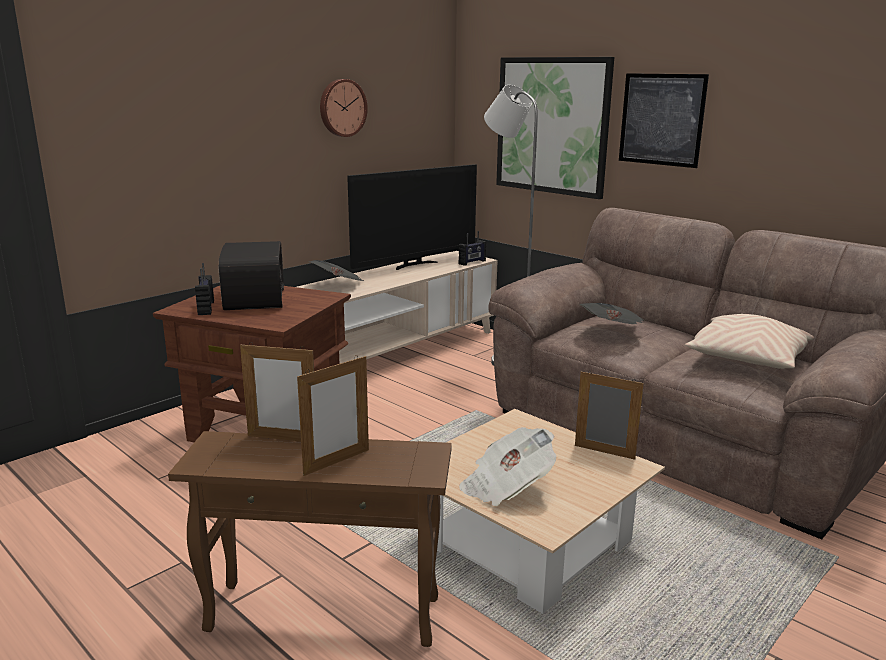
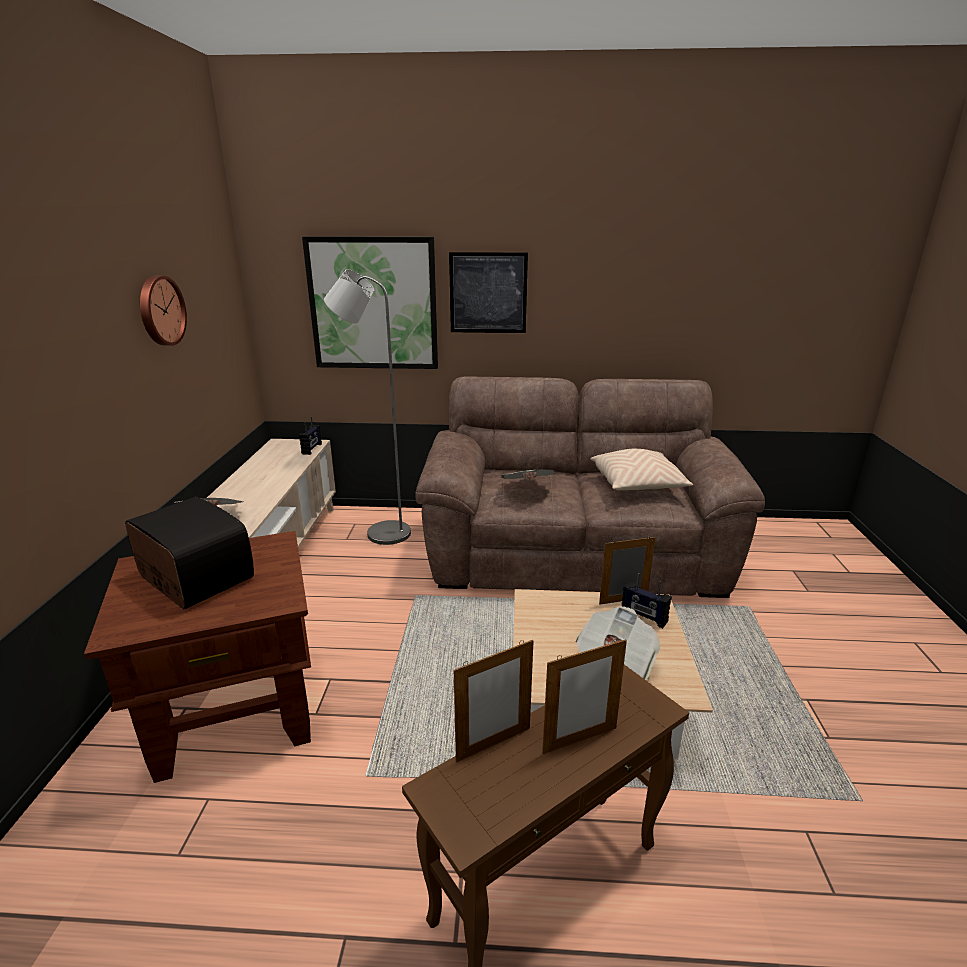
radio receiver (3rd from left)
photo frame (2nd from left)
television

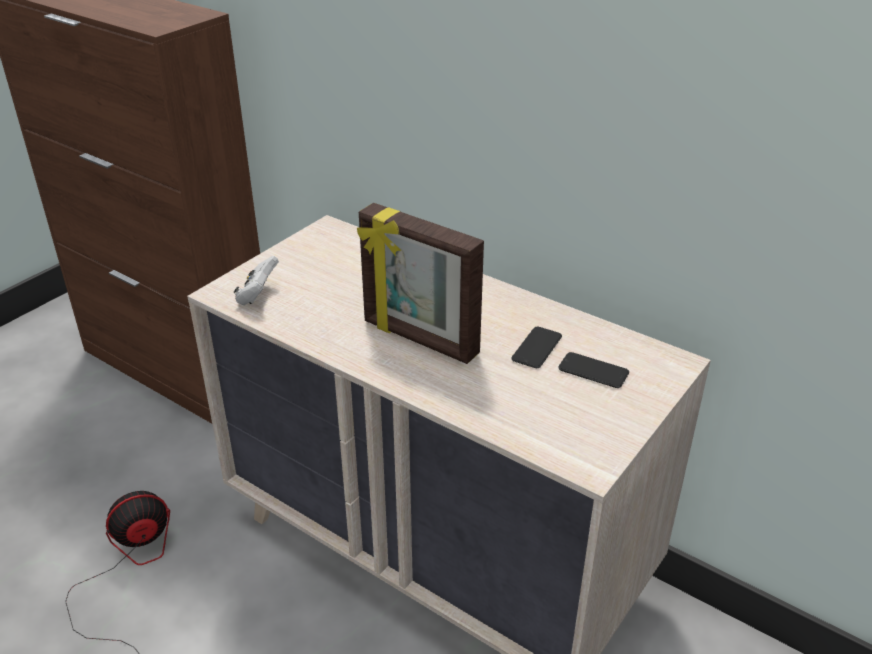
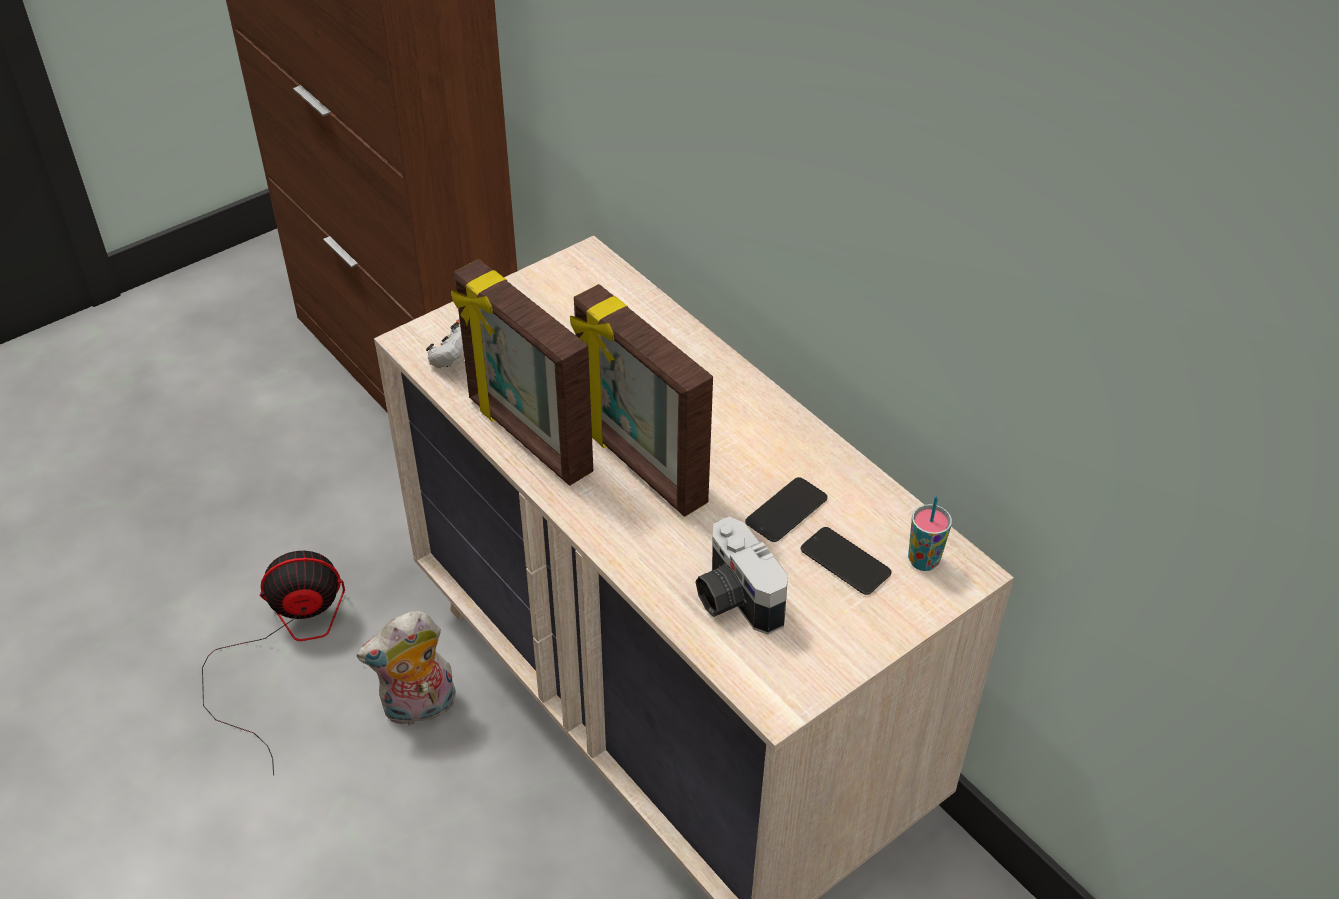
plush toy
photo frame (1st from left)
still camera
cup

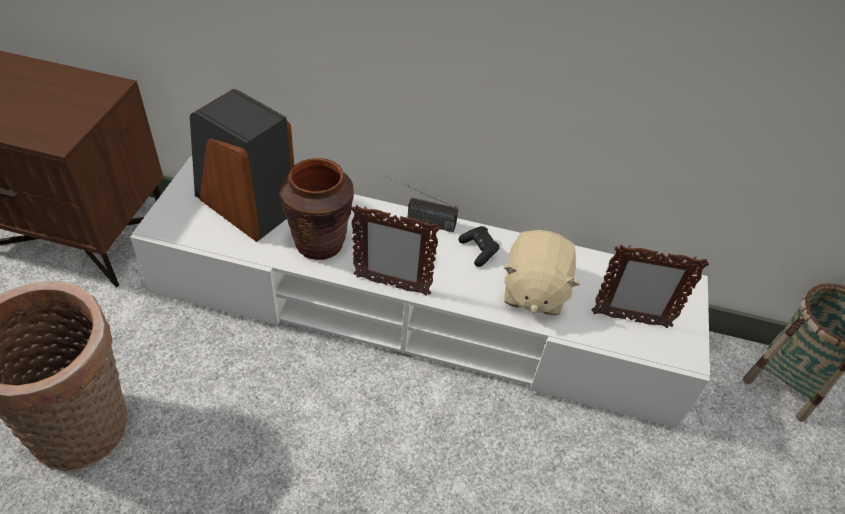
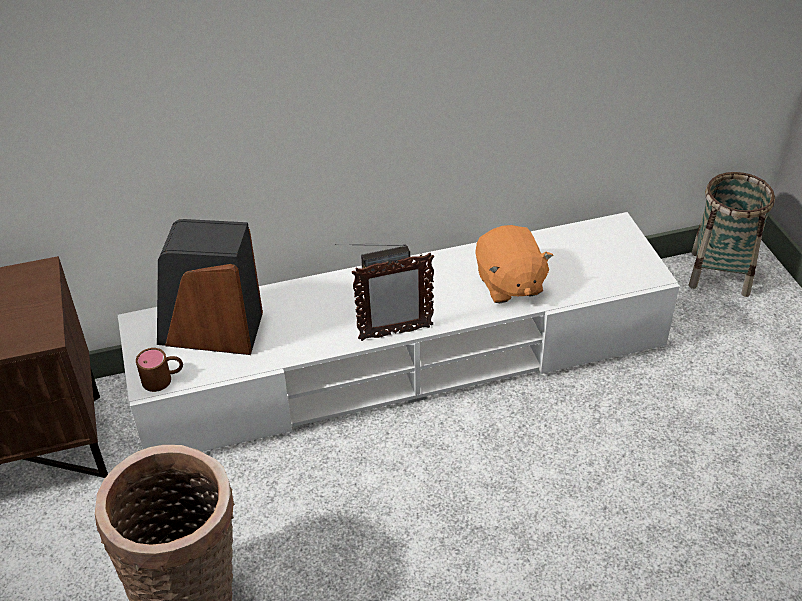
flower vase in brown-coloured
gamepad in blackish
plush toy in orange-coloured
photo frame (2nd from left in the first image)
coffee mug in brown-coloured

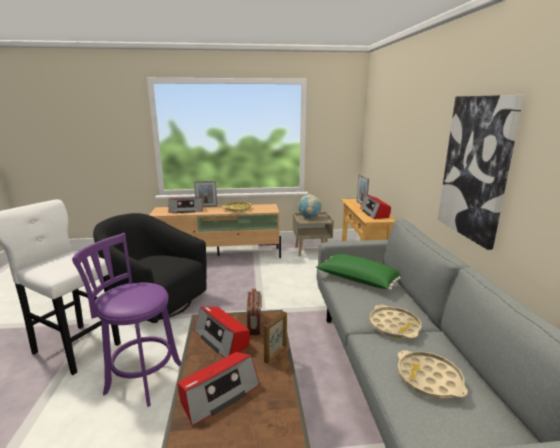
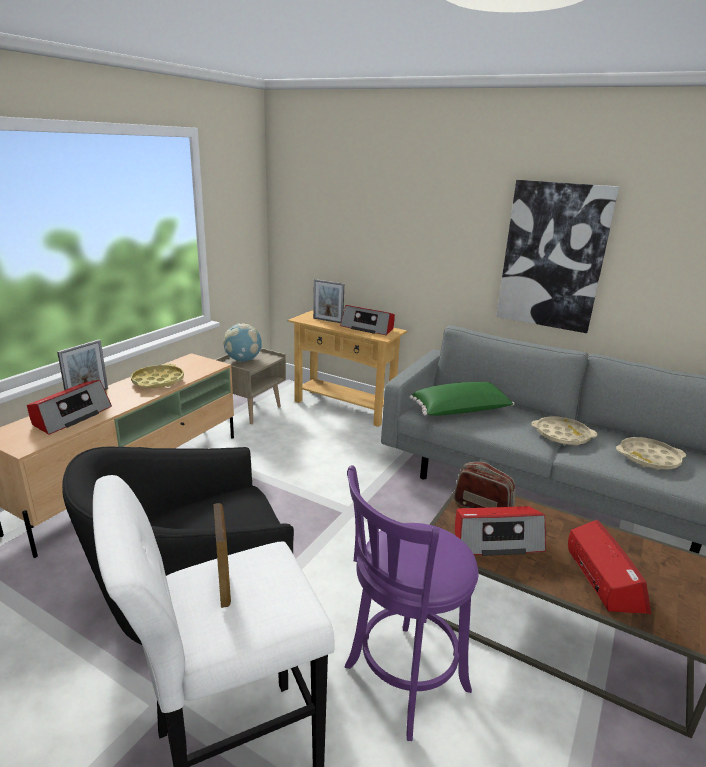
photo frame (2nd from left)

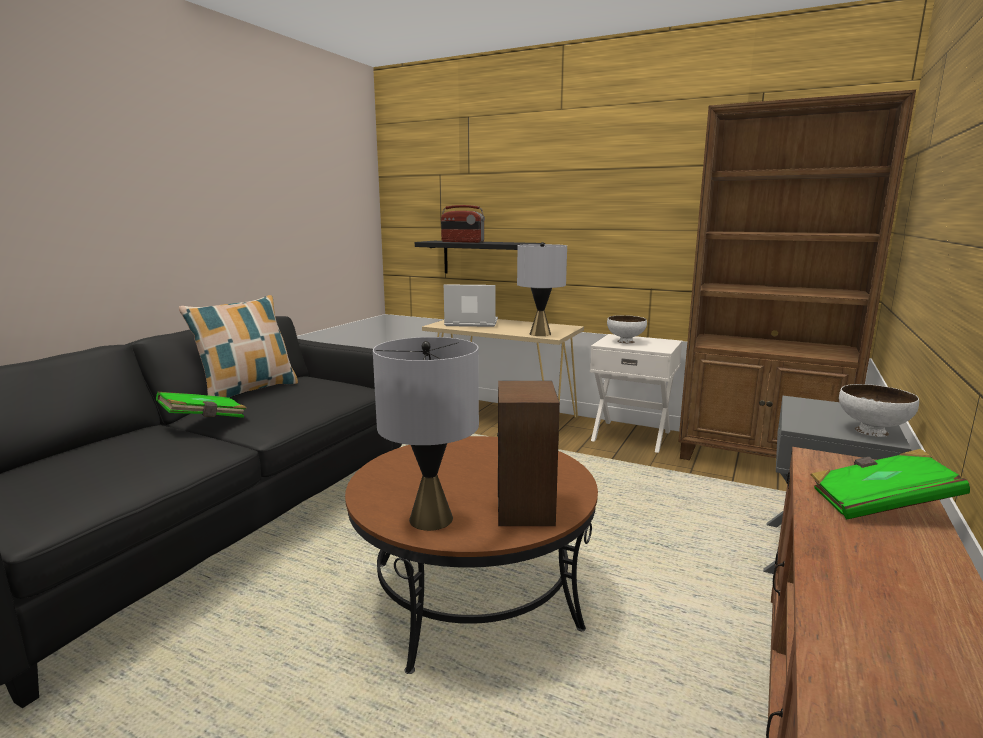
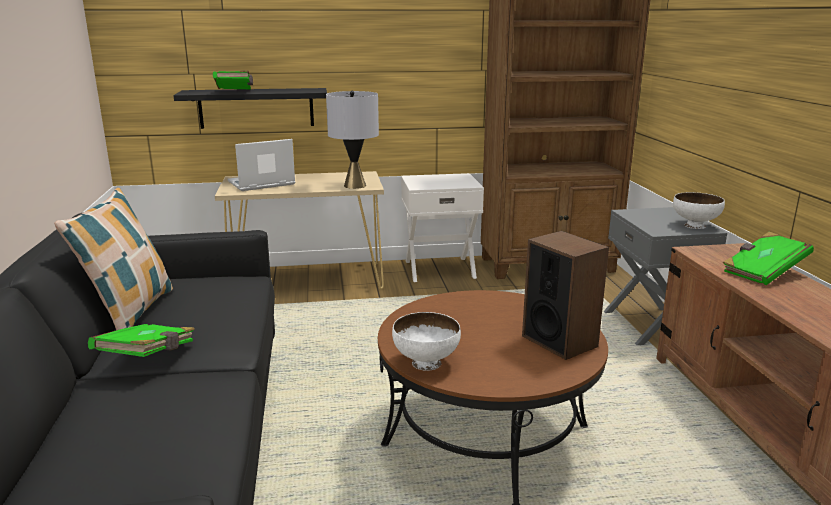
lamp for a table in greyish (1st from left in the first image)
book in green (2nd from left)
deep dish in white-coloured (1st from left)

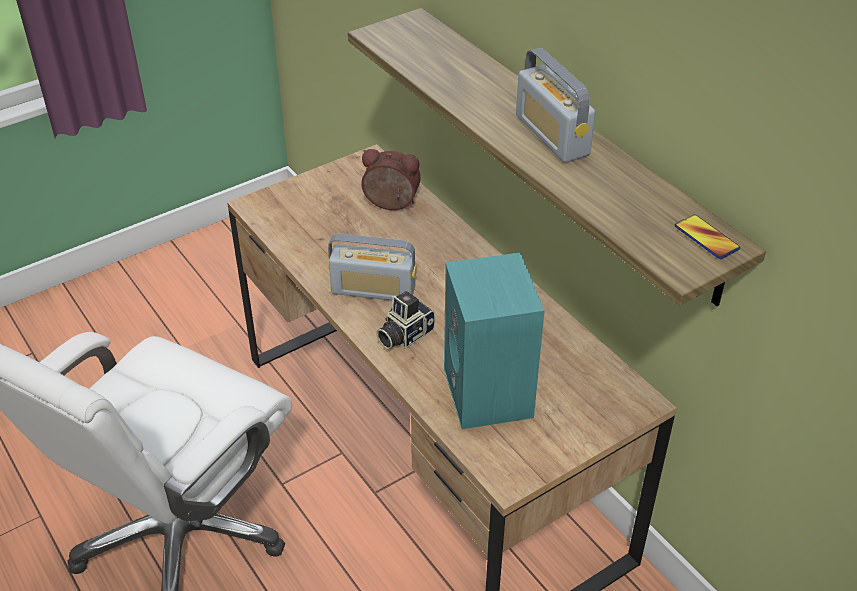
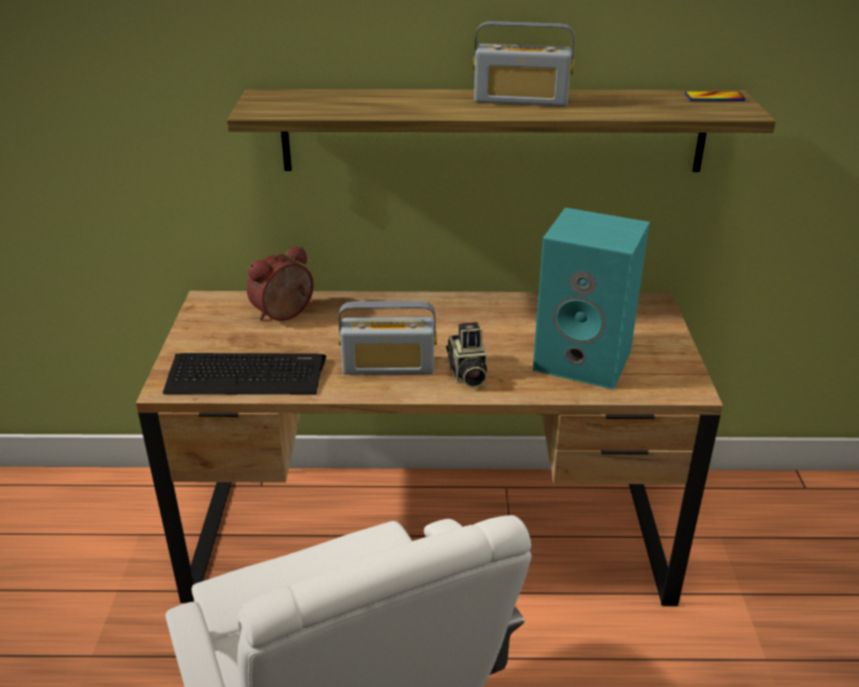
radio receiver (1st from left)
computer keyboard

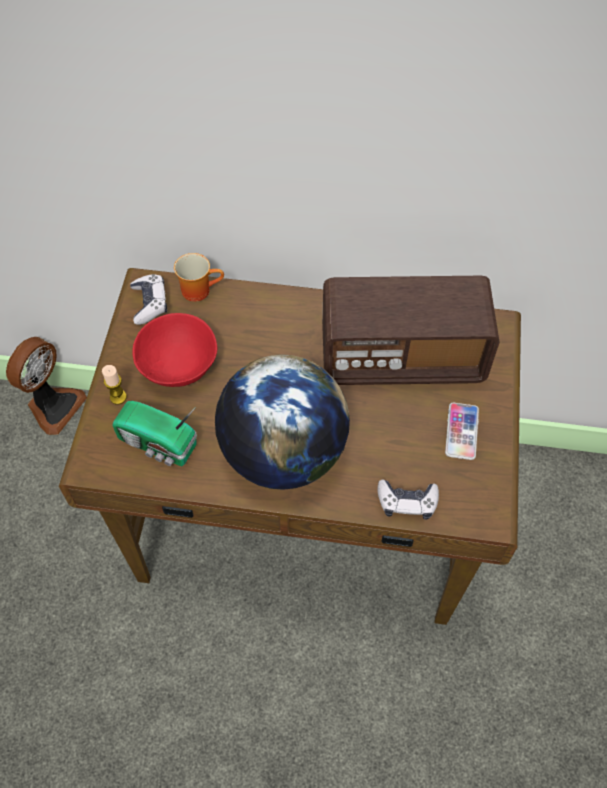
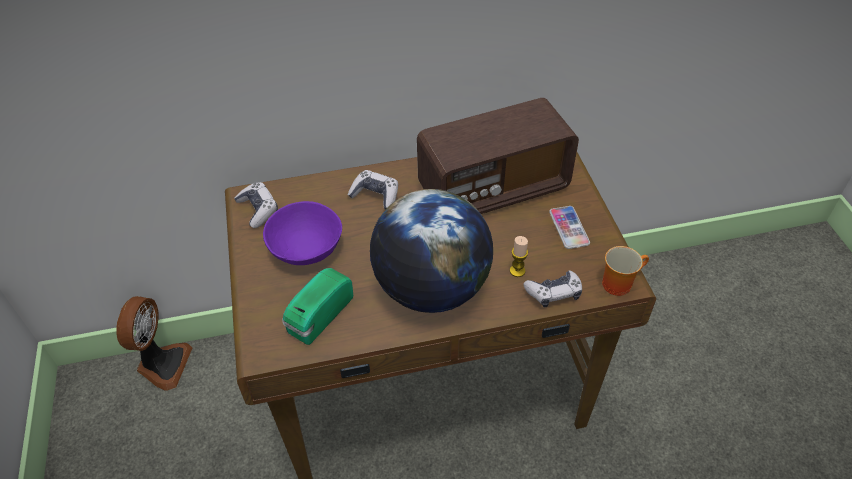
wax light
radio receiver (1st from left)
deep dish in purple
coffee mug
gamepad (2nd from left)

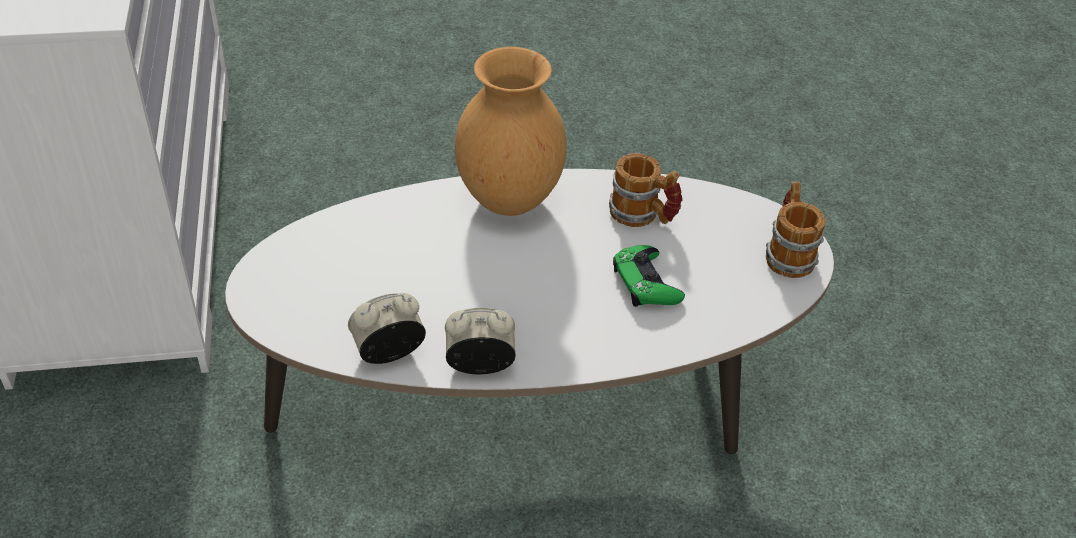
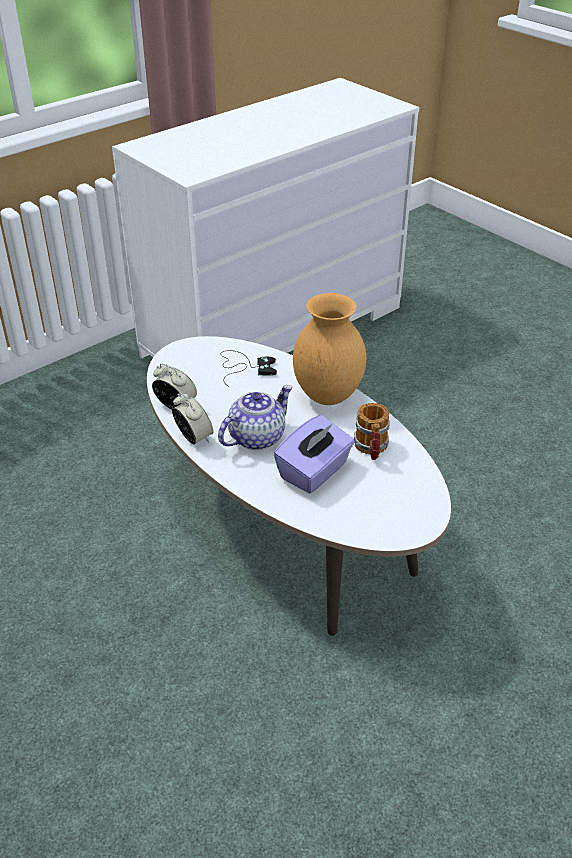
tissue box in purple
coffee mug (2nd from left in the first image)
tea pot
gamepad in blackish

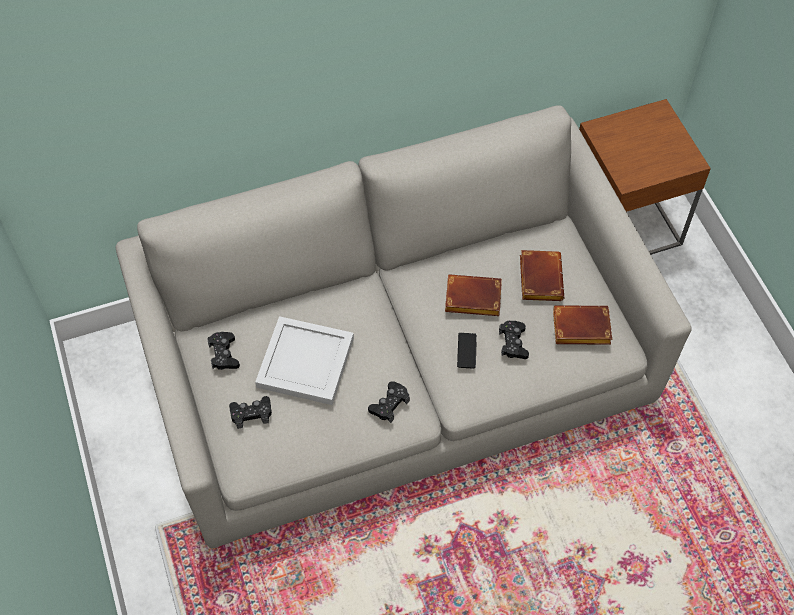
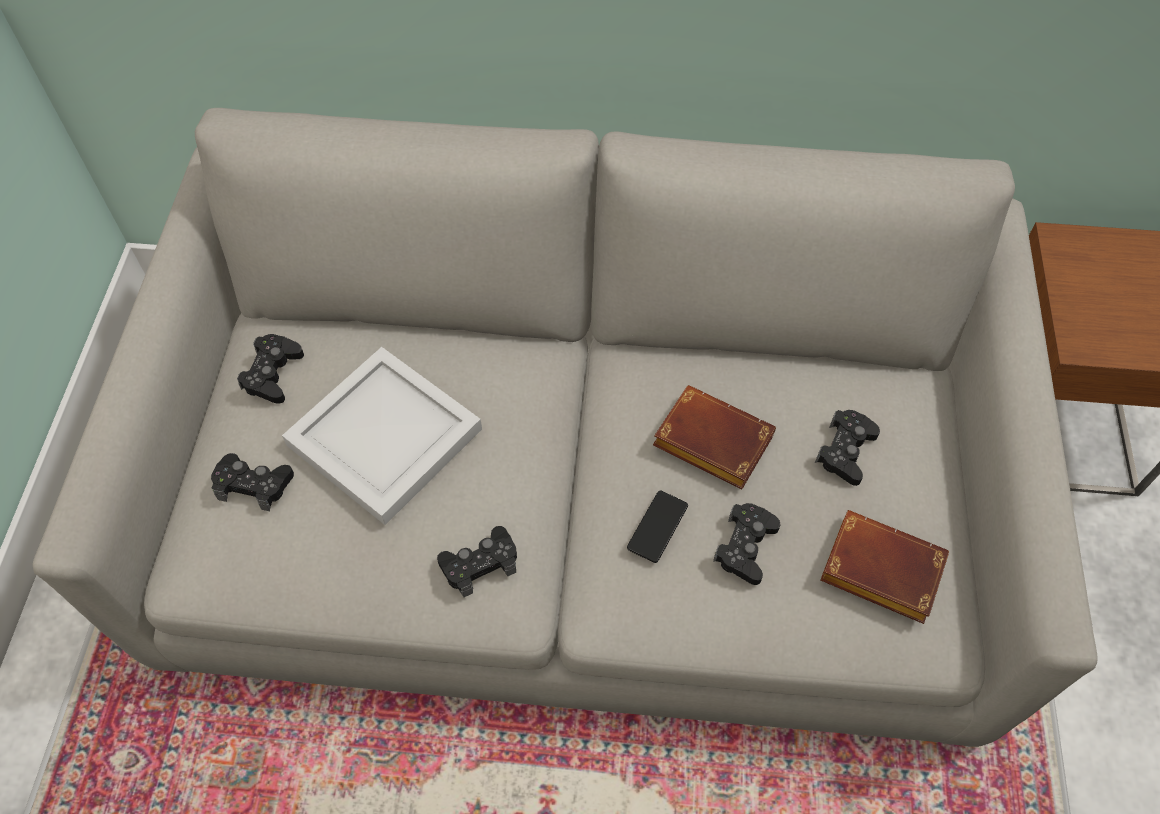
gamepad in blackish (5th from left)

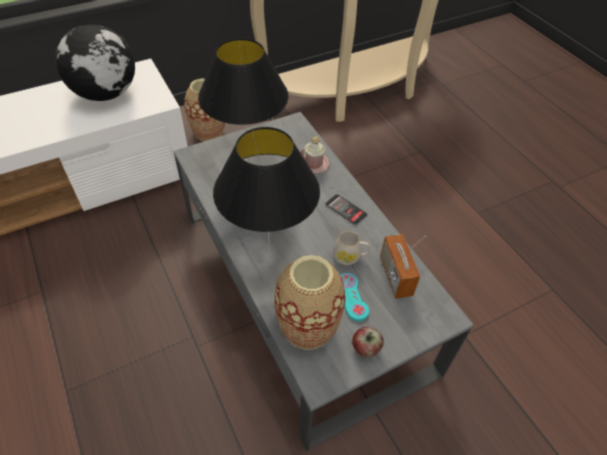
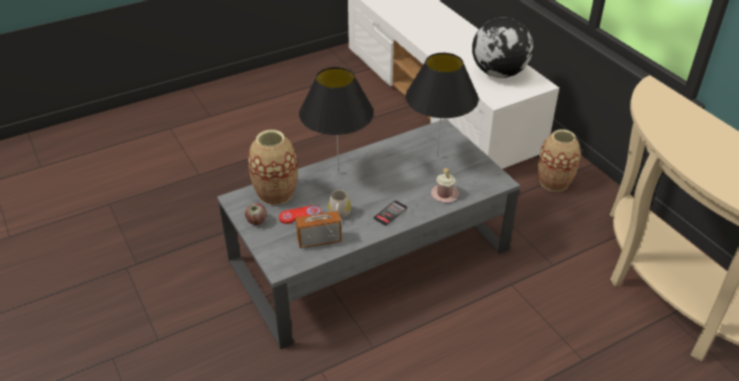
gamepad in red

